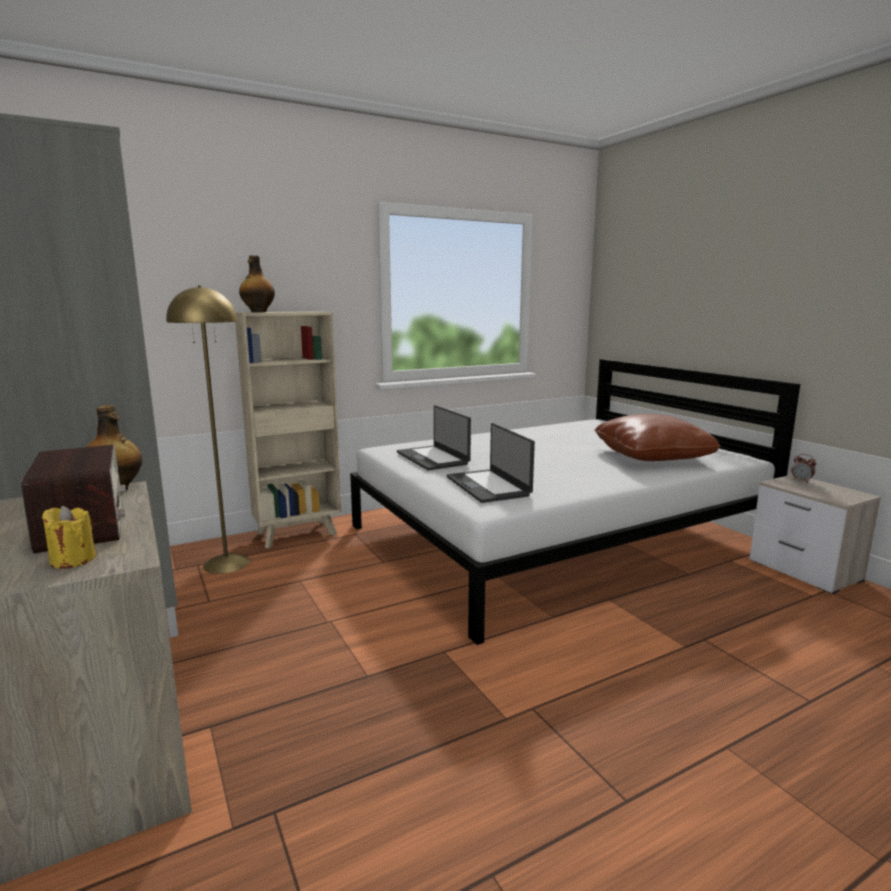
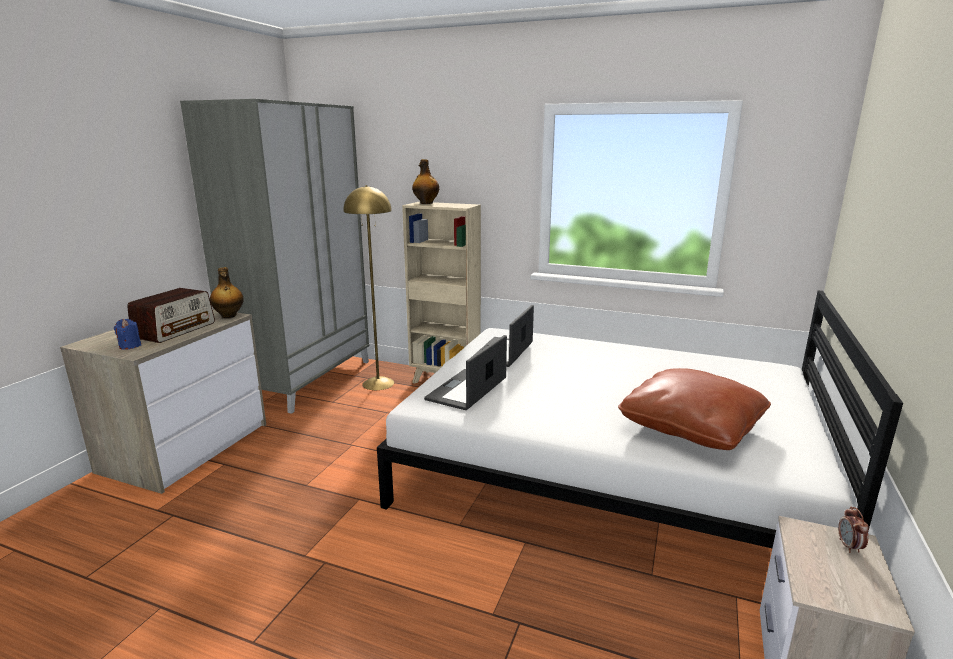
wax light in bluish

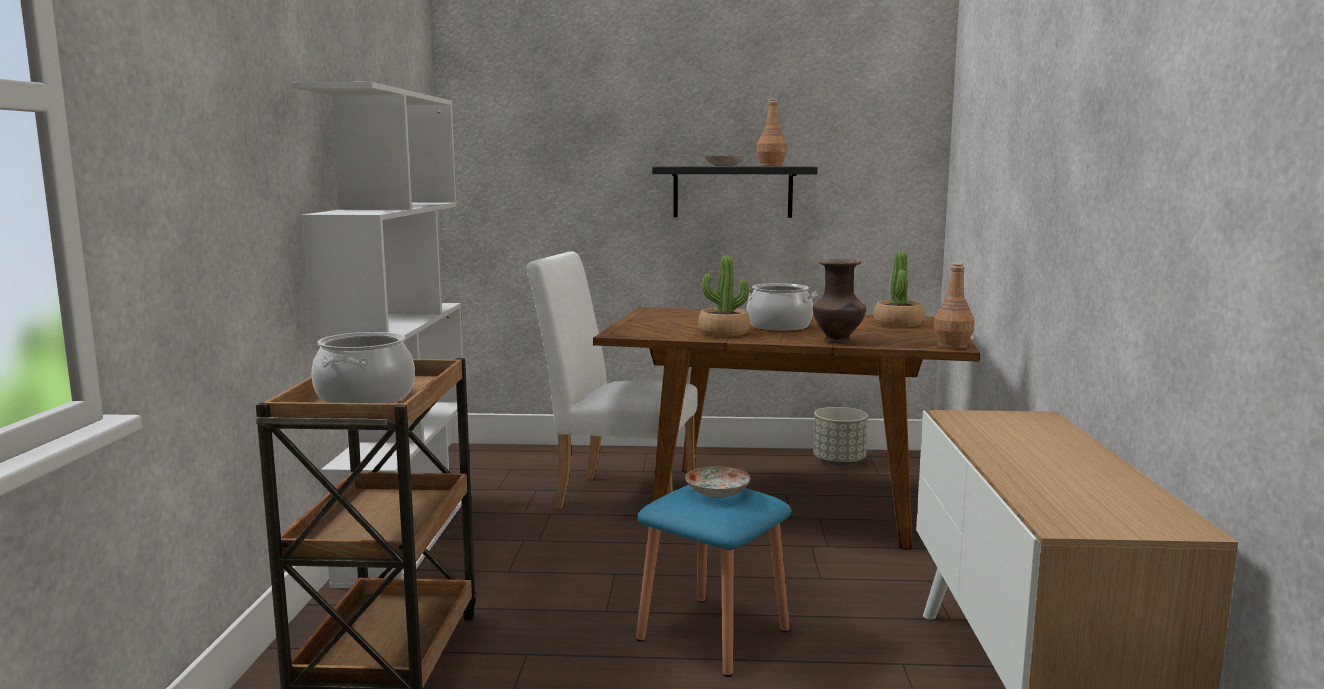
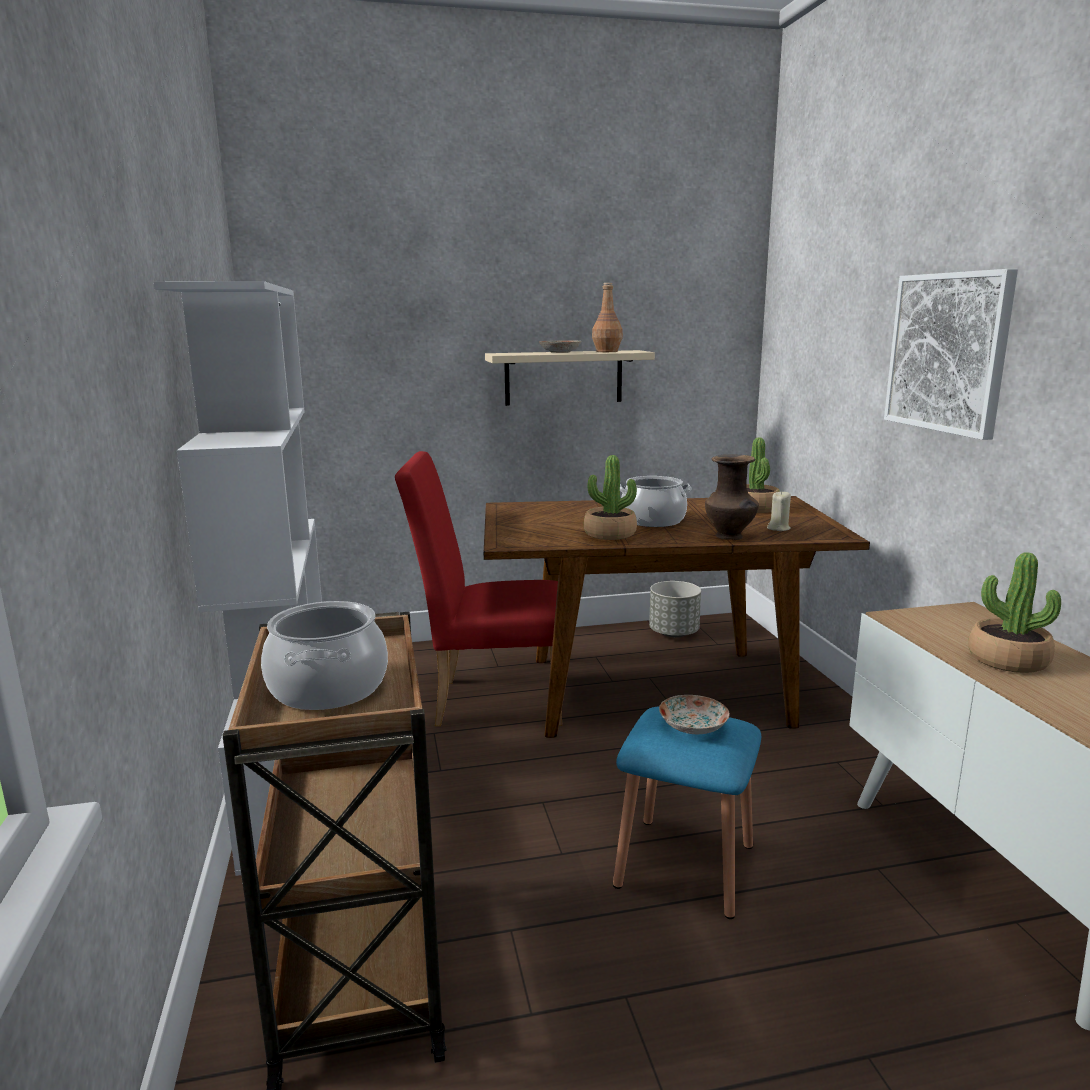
plain chair in red
wall shelf in sand-coloured
beverage bottle in brown-coloured (2nd from left in the first image)
wax light in sand-coloured
wall picture
potted plant (3rd from left)

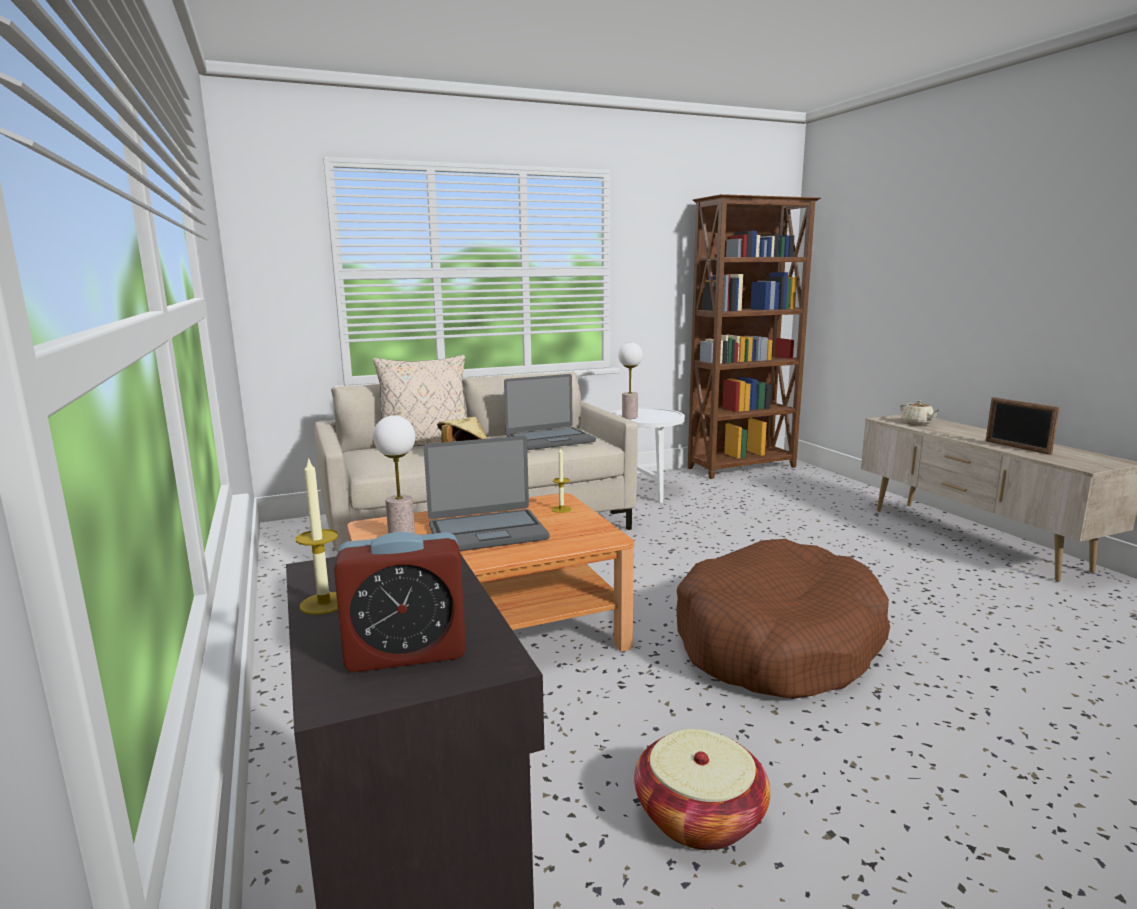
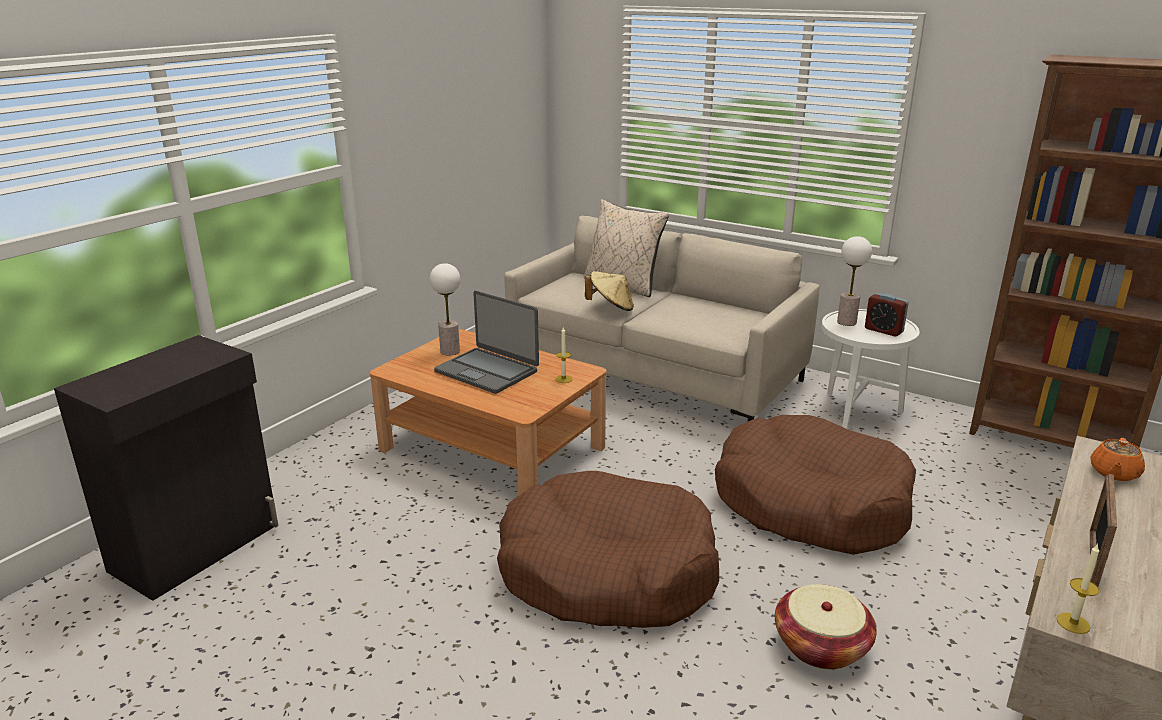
wax light (2nd from left)
alarm clock
portable computer (2nd from left in the first image)
storage basket
tea pot in orange-coloured
pet bed in brown-coloured (2nd from left)

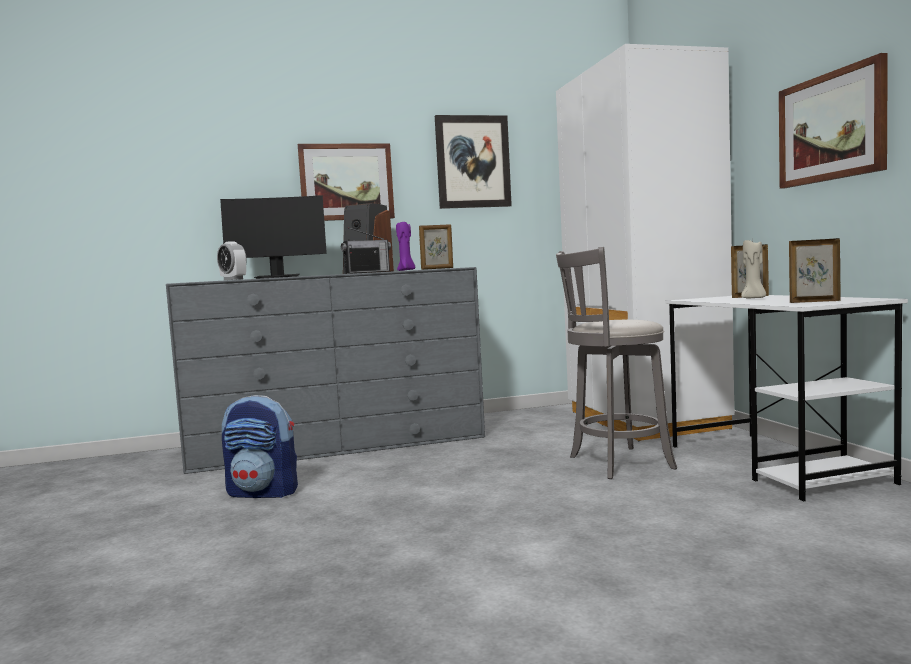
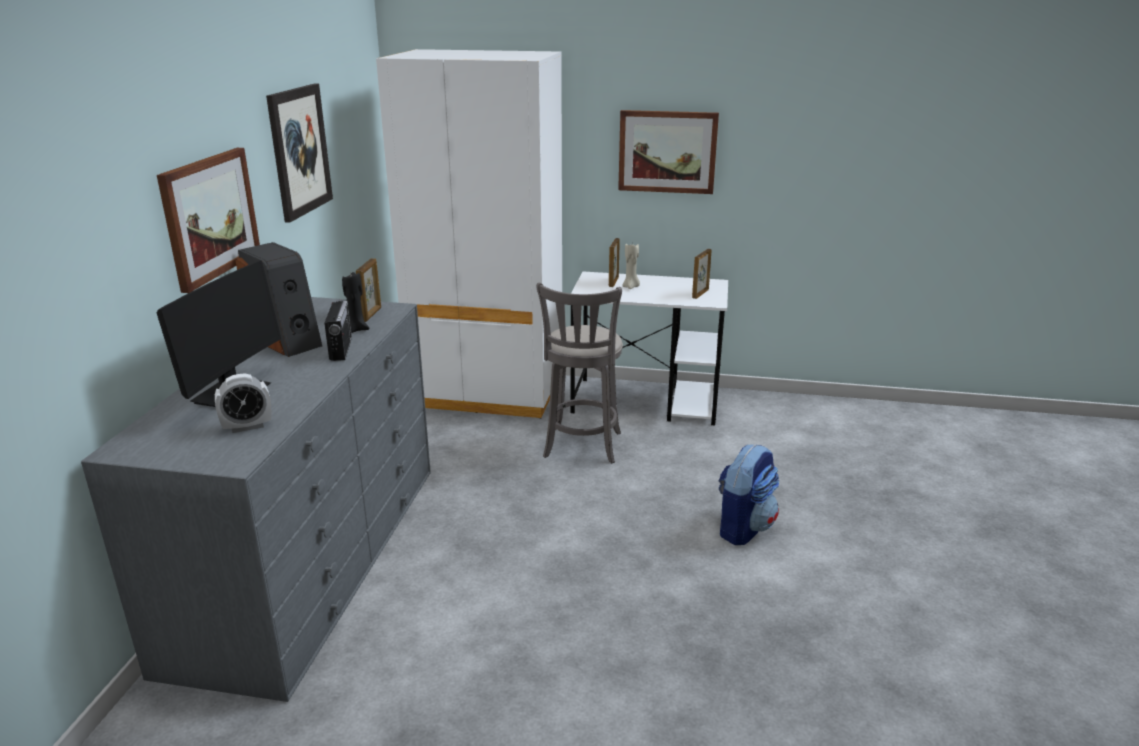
backpack
wax light in blackish

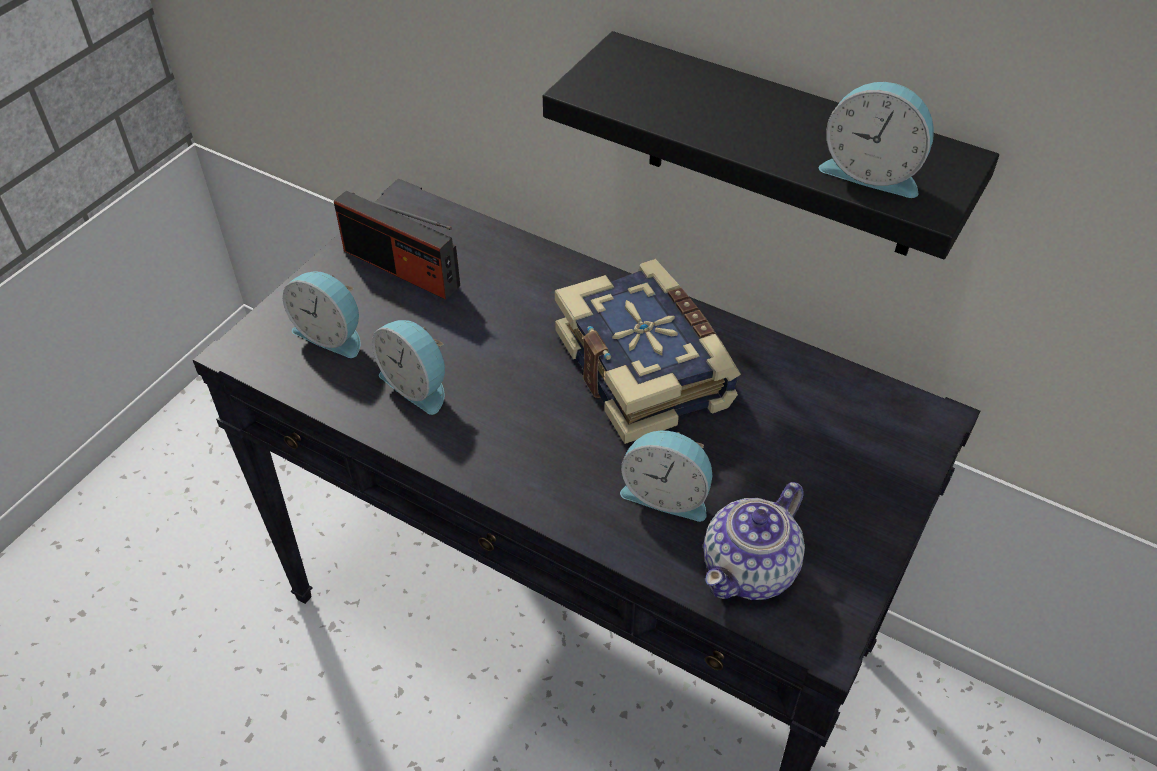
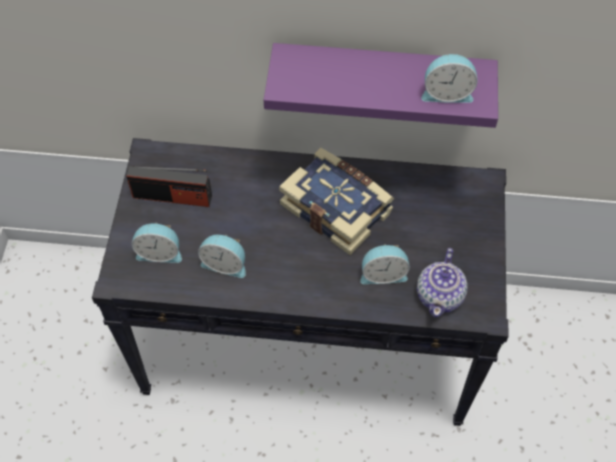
wall shelf in purple

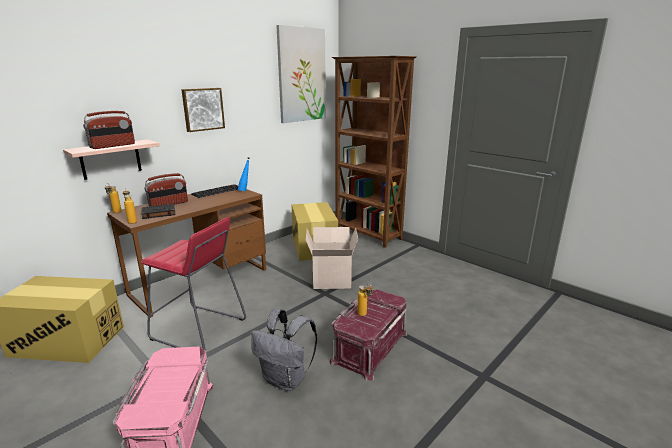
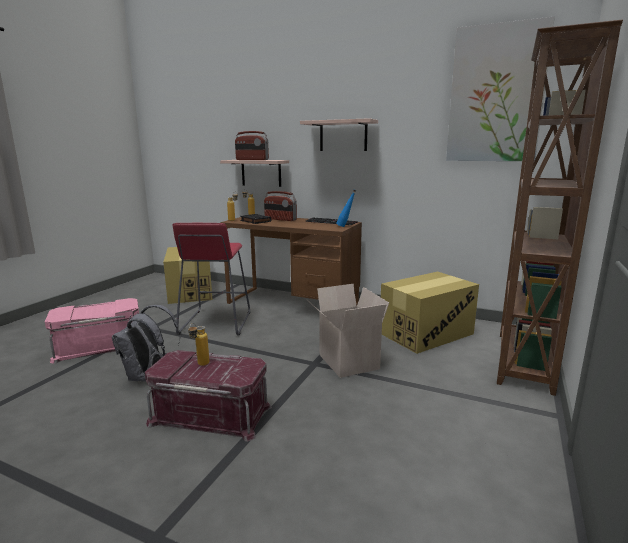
wall shelf (2nd from left)

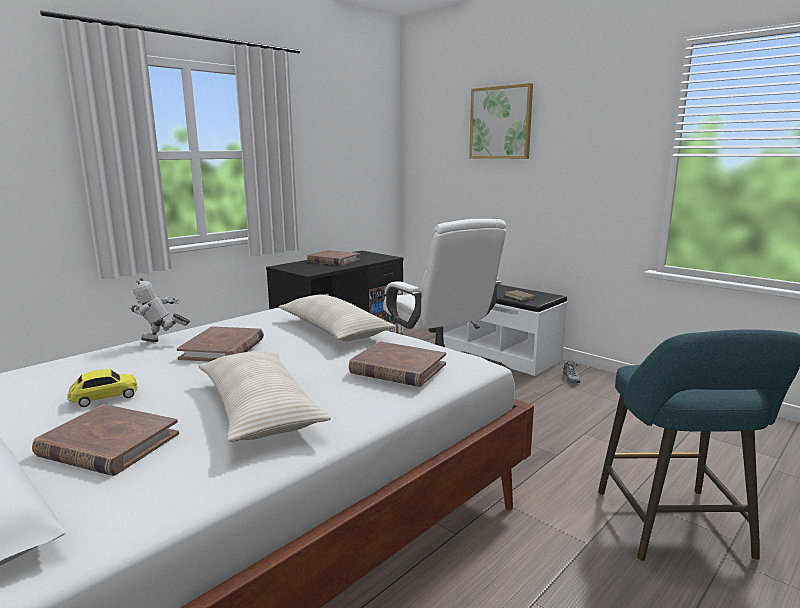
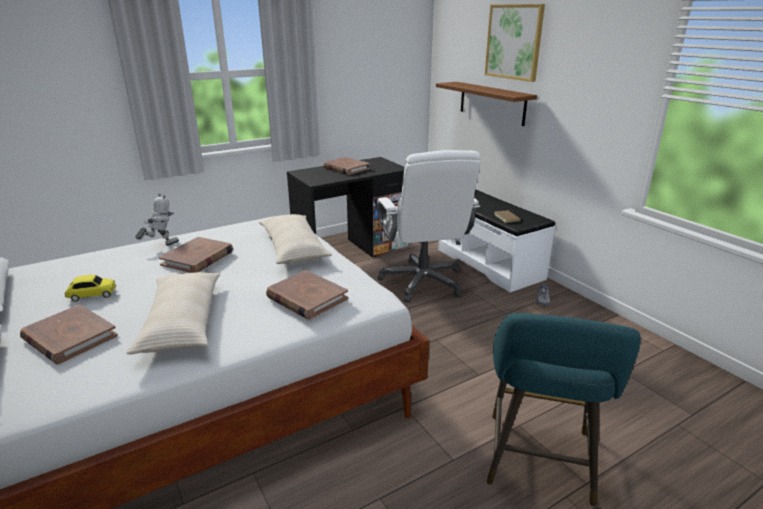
toy robot
wall shelf in brown-coloured

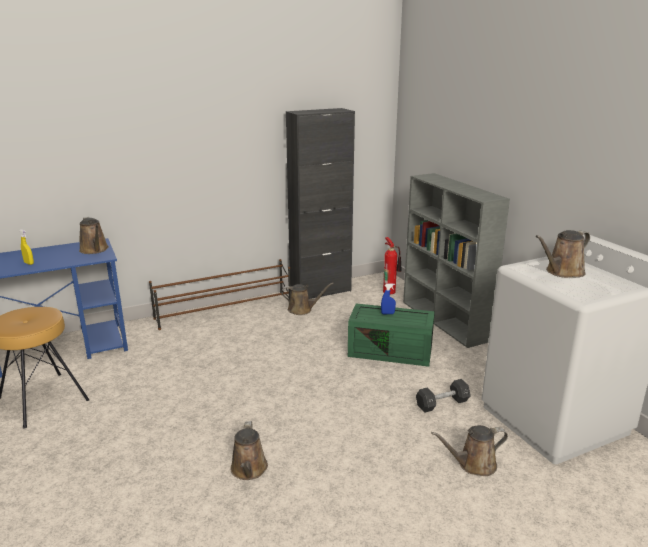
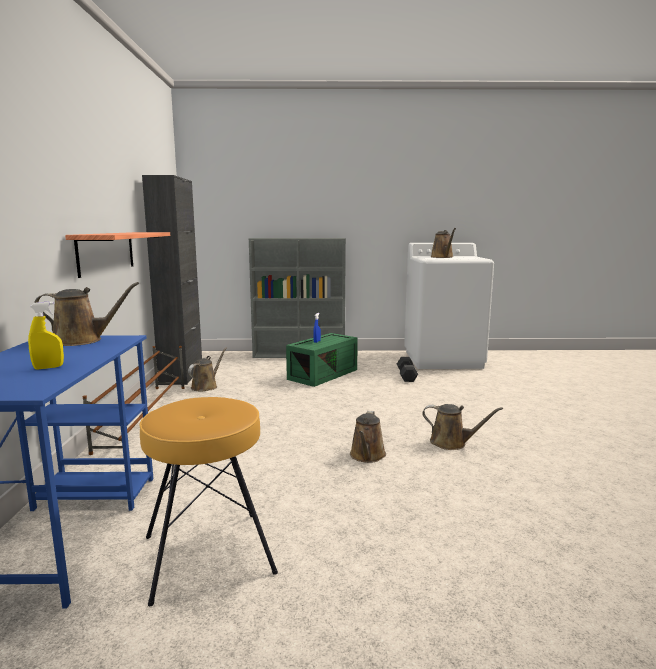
fire extinguisher
watering pot in brown-coloured (3rd from left)
wall shelf

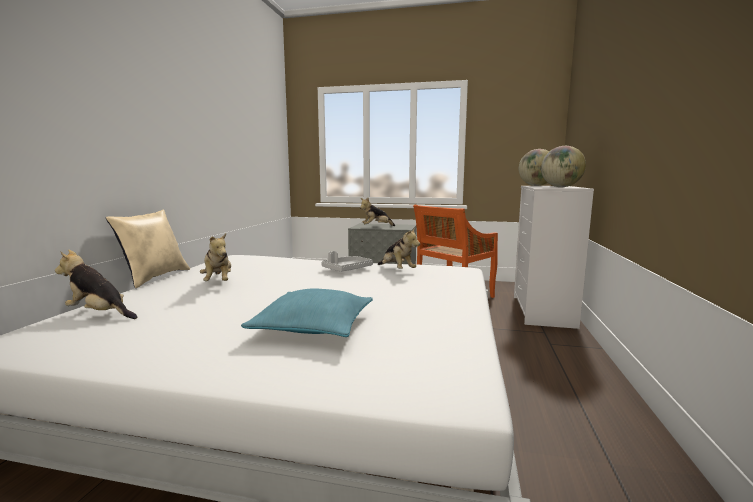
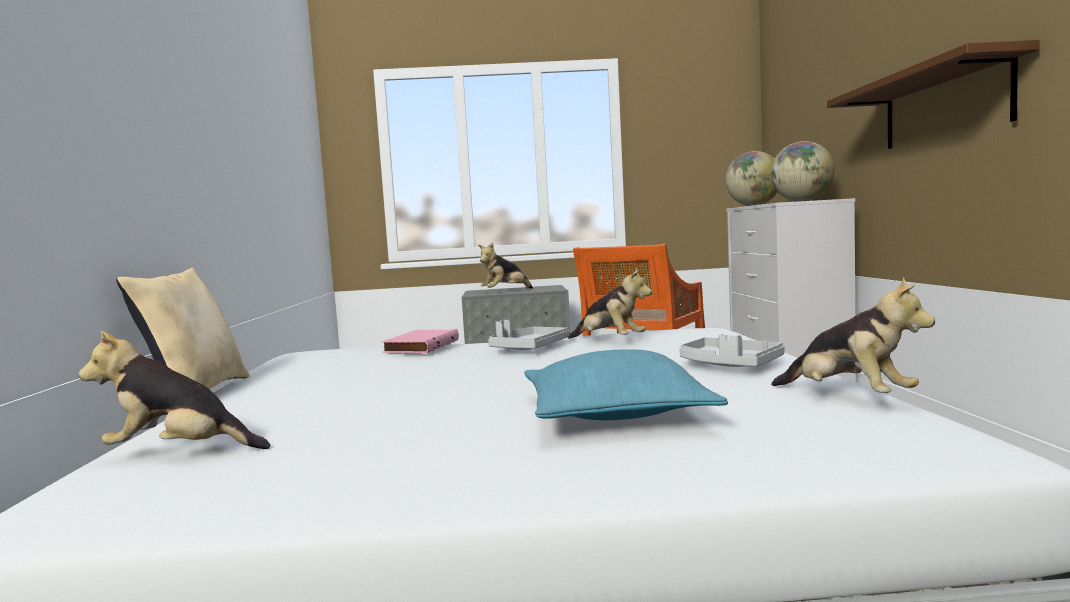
plush toy (4th from left)
book in pinkish
tray in greyish (2nd from left)
wall shelf in brown-coloured

